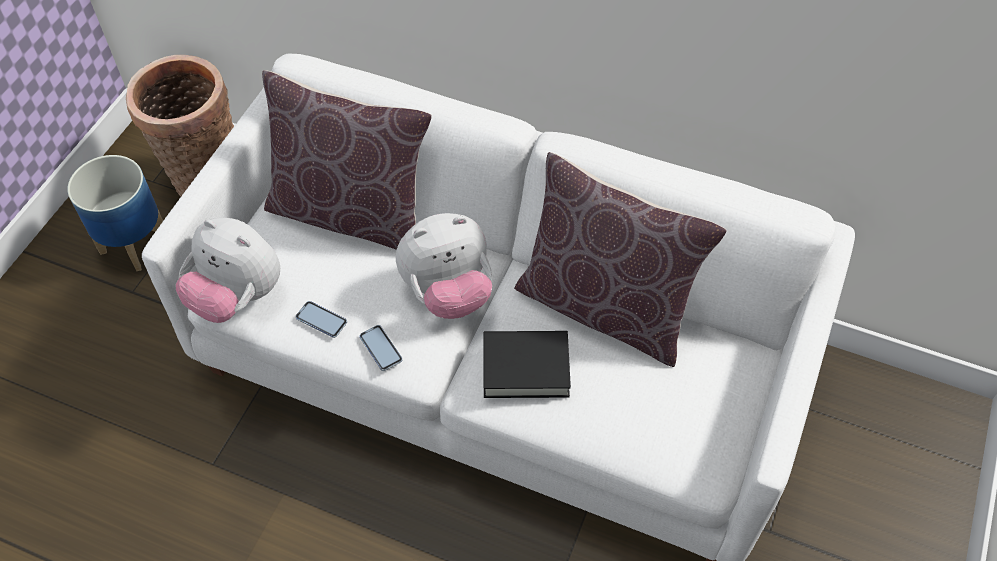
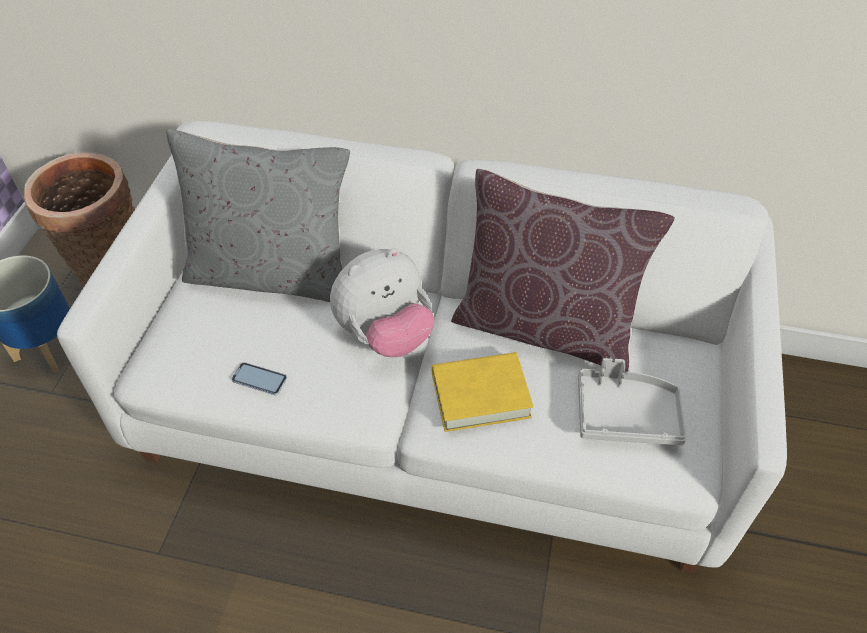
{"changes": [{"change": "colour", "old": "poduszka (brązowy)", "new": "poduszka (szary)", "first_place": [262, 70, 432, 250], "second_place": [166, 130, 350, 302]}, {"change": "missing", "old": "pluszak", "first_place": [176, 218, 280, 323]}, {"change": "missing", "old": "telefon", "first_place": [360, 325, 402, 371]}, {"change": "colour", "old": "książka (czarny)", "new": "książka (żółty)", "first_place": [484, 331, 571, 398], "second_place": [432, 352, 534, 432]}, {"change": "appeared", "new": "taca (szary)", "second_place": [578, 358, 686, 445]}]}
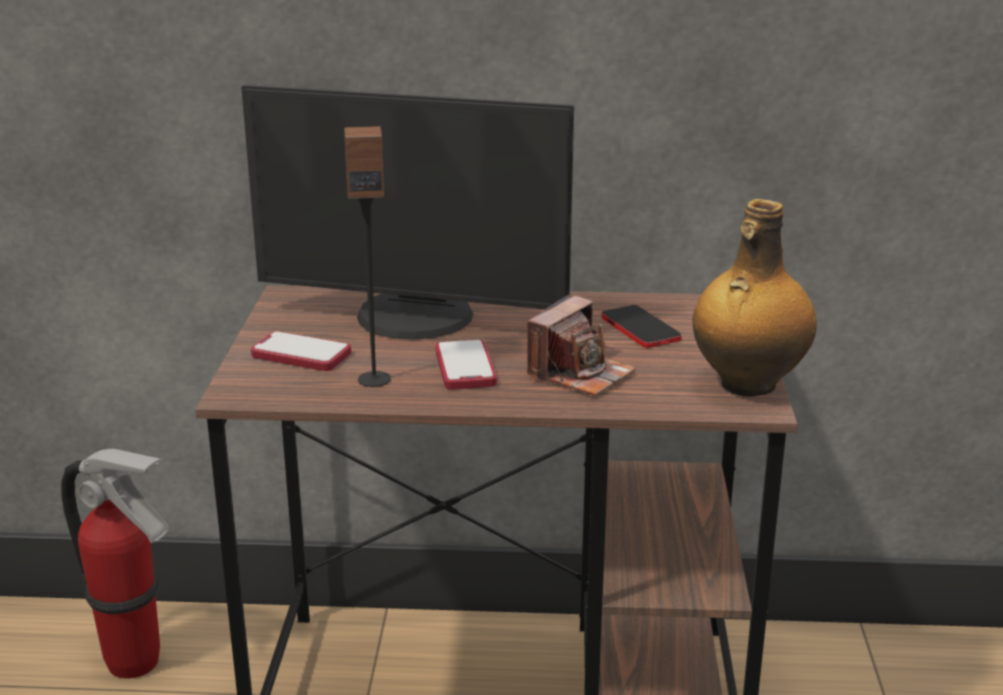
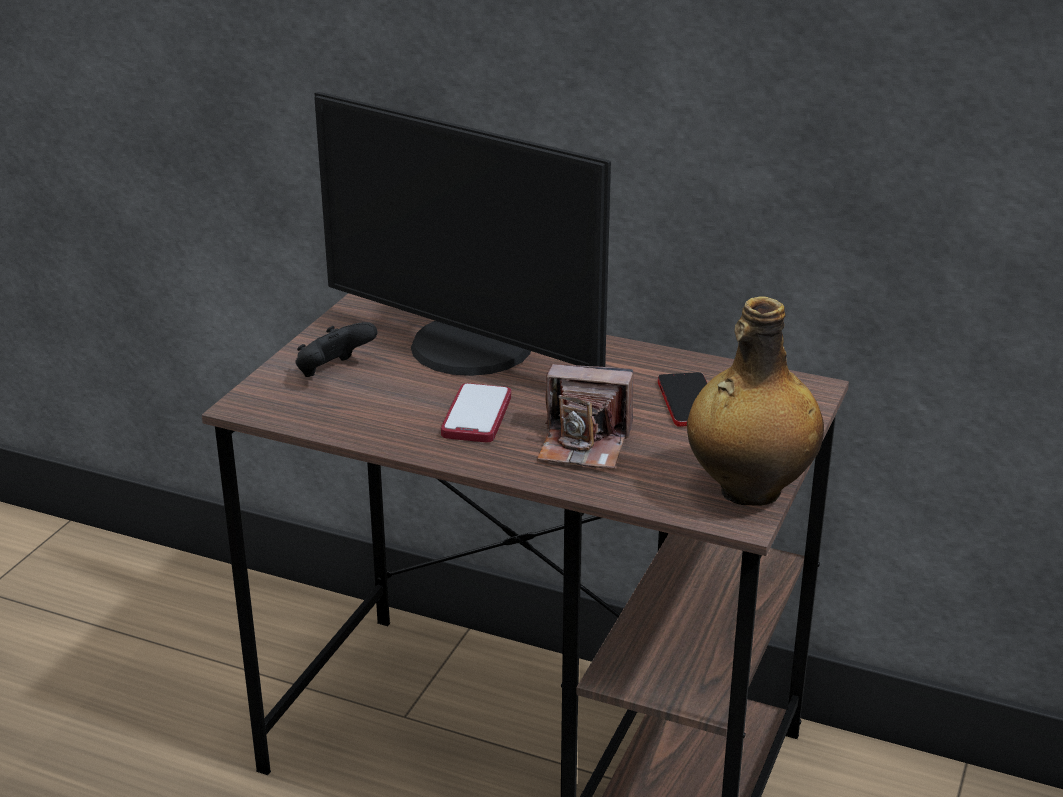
{"changes": [{"change": "missing", "old": "głośnik", "first_place": [344, 126, 391, 387]}, {"change": "spun", "old": "aparat fotograficzny", "first_place": [527, 295, 636, 396], "second_place": [537, 364, 633, 469], "degrees": 45}, {"change": "exchanged", "old": "telefon", "new": "pad do gier (czarny)", "first_place": [251, 331, 351, 371], "second_place": [295, 322, 378, 377]}, {"change": "missing", "old": "gaśnica", "first_place": [61, 449, 170, 678]}]}
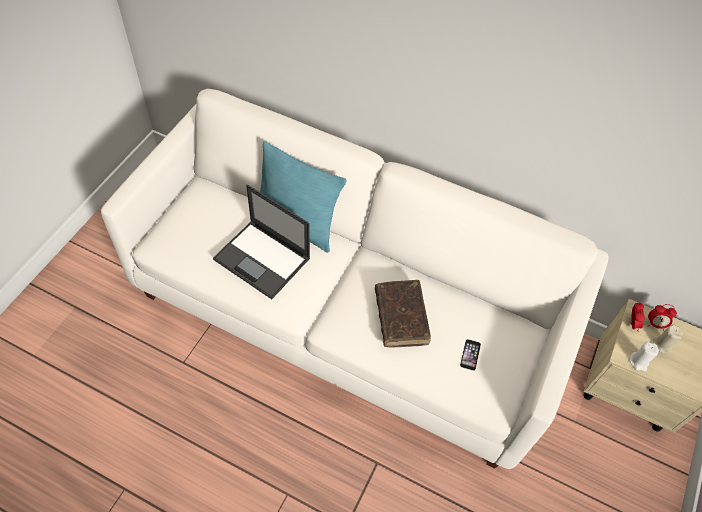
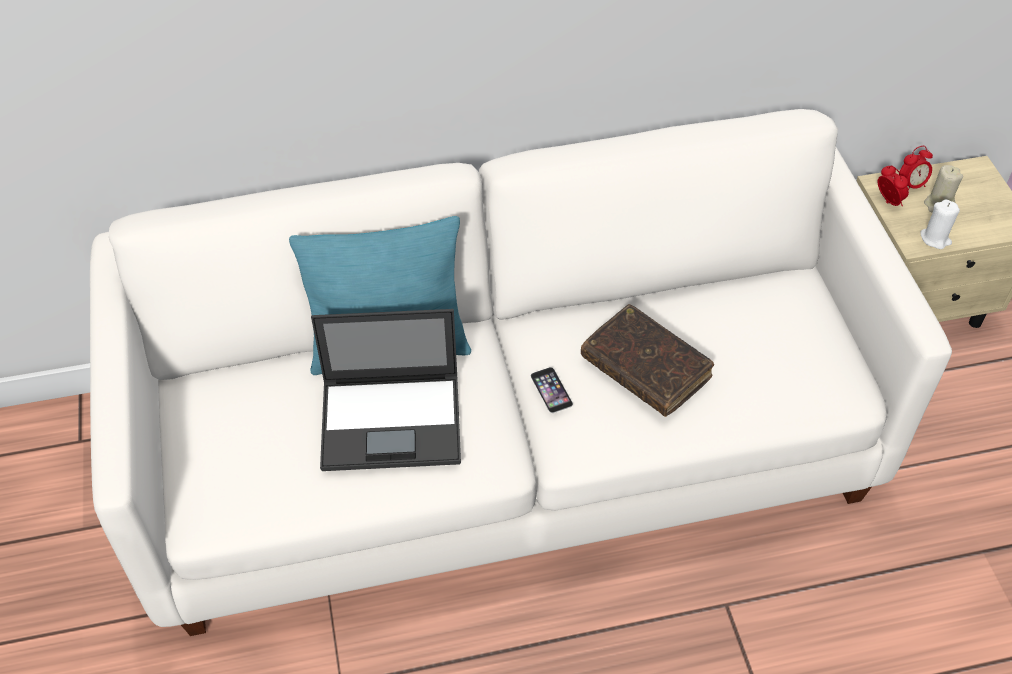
{"changes": [{"change": "relocated", "old": "telefon", "first_place": [460, 339, 481, 371], "second_place": [531, 367, 573, 413]}]}
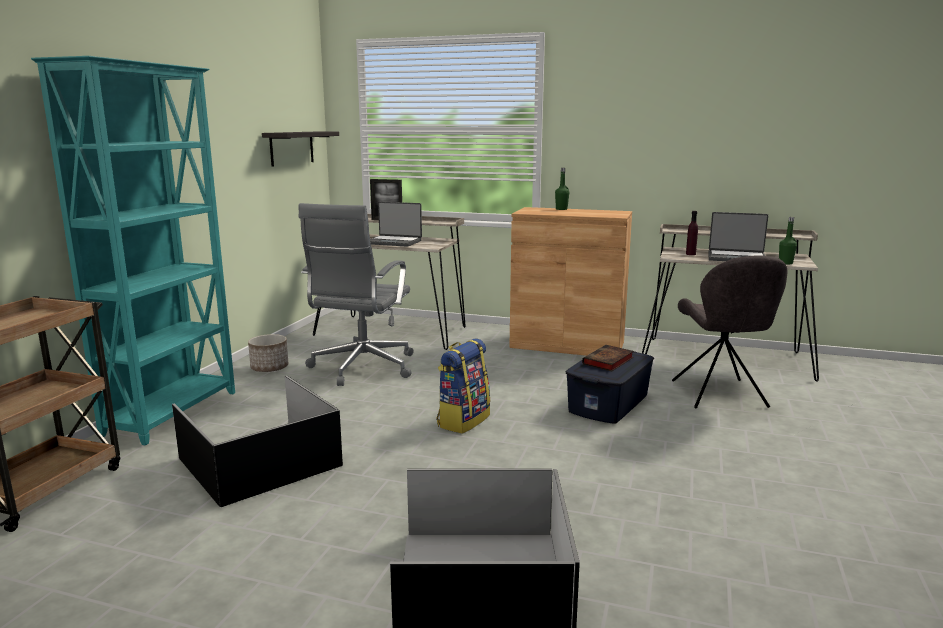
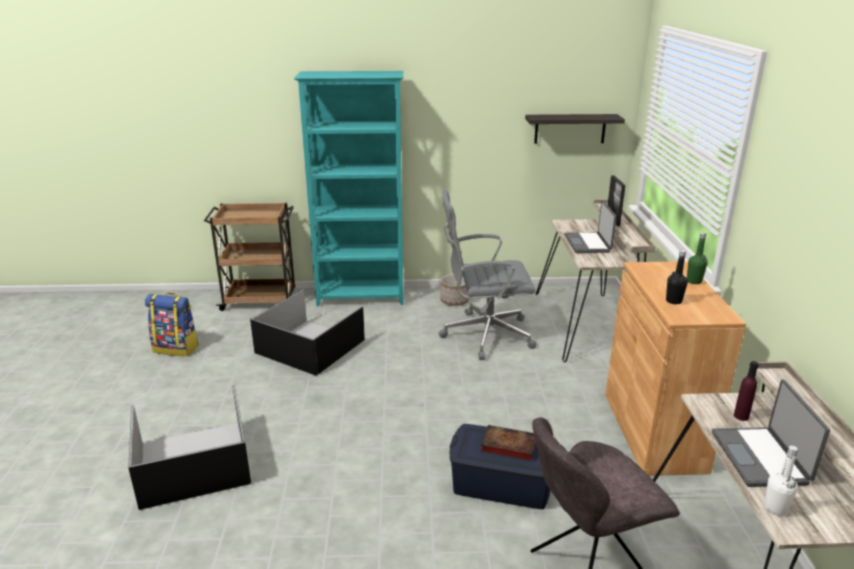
{"changes": [{"change": "colour", "old": "butelka (zielony)", "new": "butelka (biały)", "first_place": [779, 217, 797, 265], "second_place": [764, 445, 798, 516]}, {"change": "relocated", "old": "plecak", "first_place": [436, 338, 491, 434], "second_place": [145, 293, 199, 356]}, {"change": "appeared", "new": "butelka (czarny)", "second_place": [666, 250, 688, 304]}]}
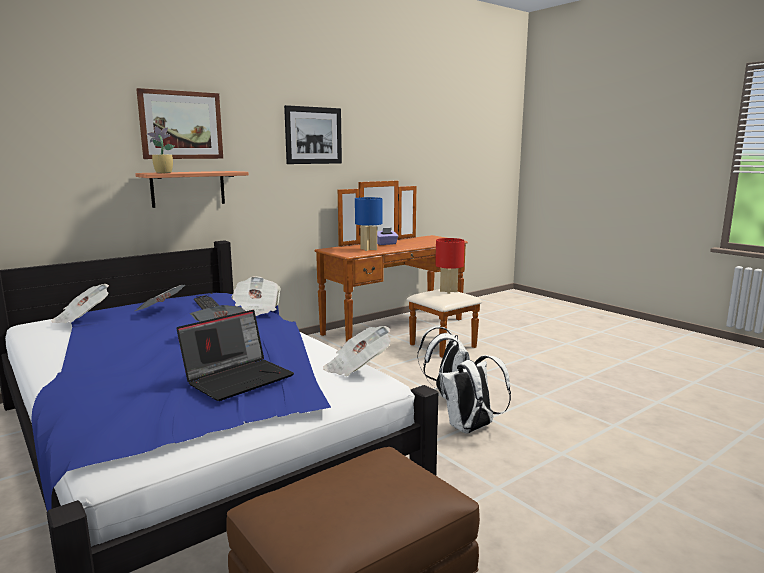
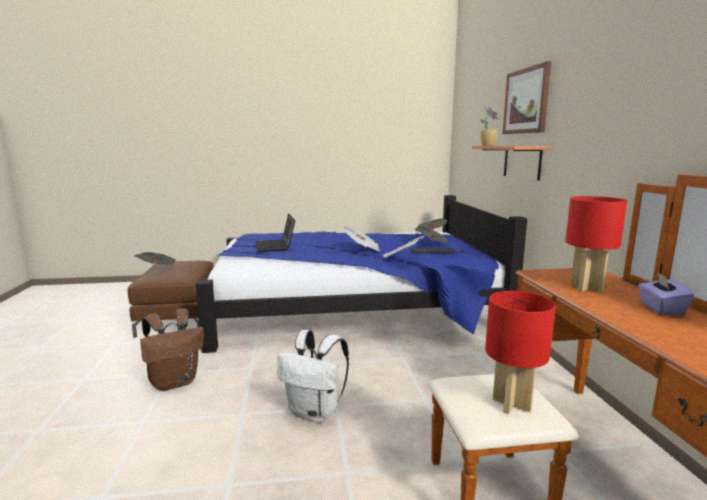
{"changes": [{"change": "missing", "old": "obraz", "first_place": [284, 105, 342, 164]}, {"change": "colour", "old": "lampa stołowa (niebieski)", "new": "lampa stołowa (czerwony)", "first_place": [355, 197, 382, 251], "second_place": [565, 196, 627, 292]}, {"change": "relocated", "old": "gazeta", "first_place": [323, 326, 391, 376], "second_place": [134, 252, 176, 265]}, {"change": "missing", "old": "plecak (biały)", "first_place": [440, 355, 511, 434]}, {"change": "appeared", "new": "plecak (brązowy)", "second_place": [140, 308, 204, 391]}]}
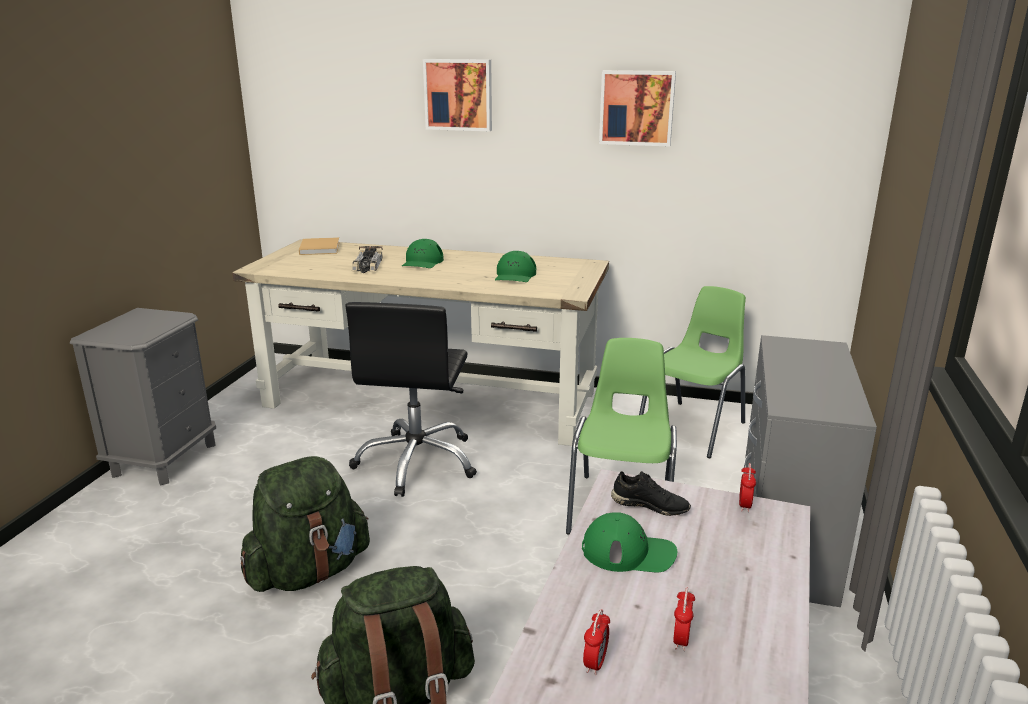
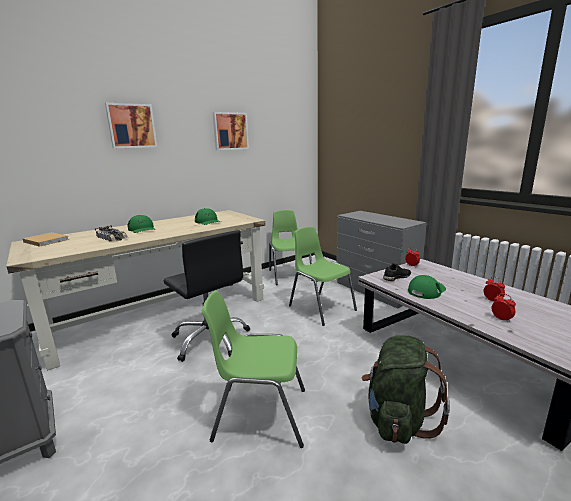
{"changes": [{"change": "exchanged", "old": "plecak (zielony)", "new": "krzesło (zielony)", "first_place": [241, 456, 370, 592], "second_place": [202, 290, 305, 448]}]}
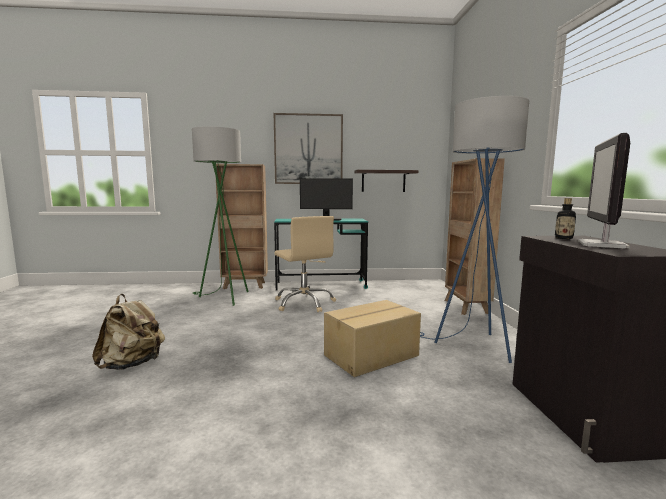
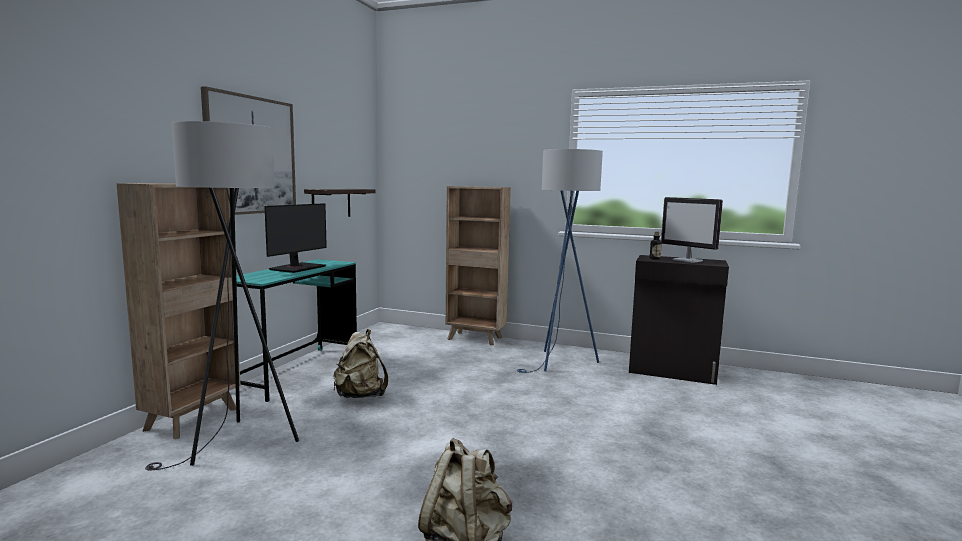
{"changes": [{"change": "colour", "old": "lampa stojąca (zielony)", "new": "lampa stojąca (szary)", "first_place": [192, 126, 249, 306], "second_place": [145, 121, 299, 470]}, {"change": "exchanged", "old": "krzesło biurowe (beżowy)", "new": "plecak (beżowy)", "first_place": [274, 216, 336, 312], "second_place": [333, 329, 388, 398]}, {"change": "missing", "old": "karton", "first_place": [324, 300, 421, 377]}]}
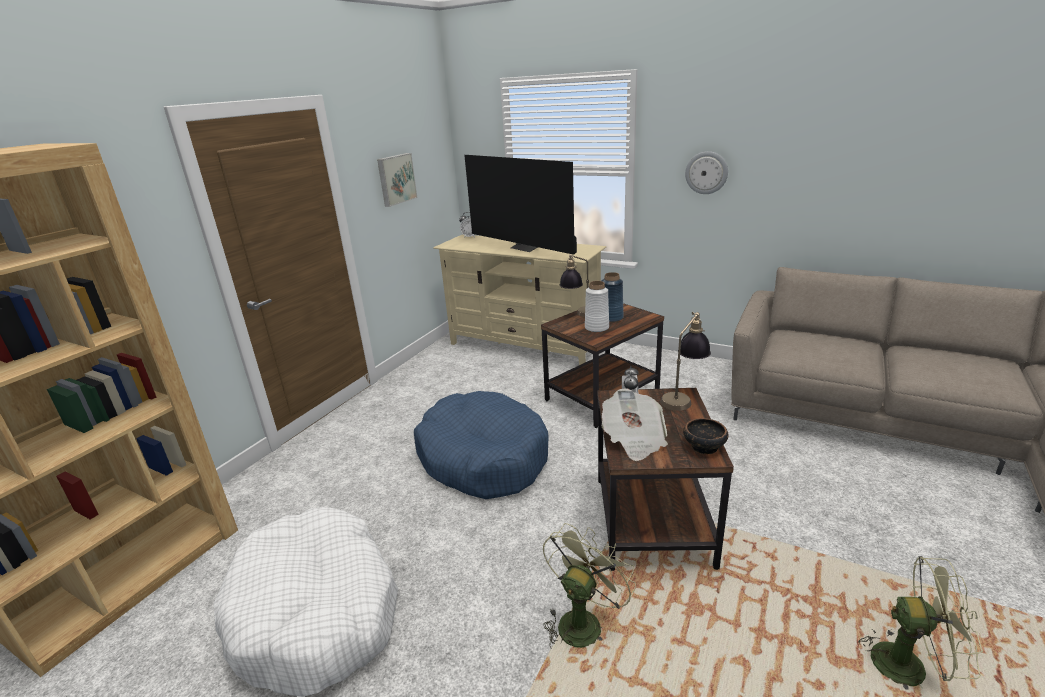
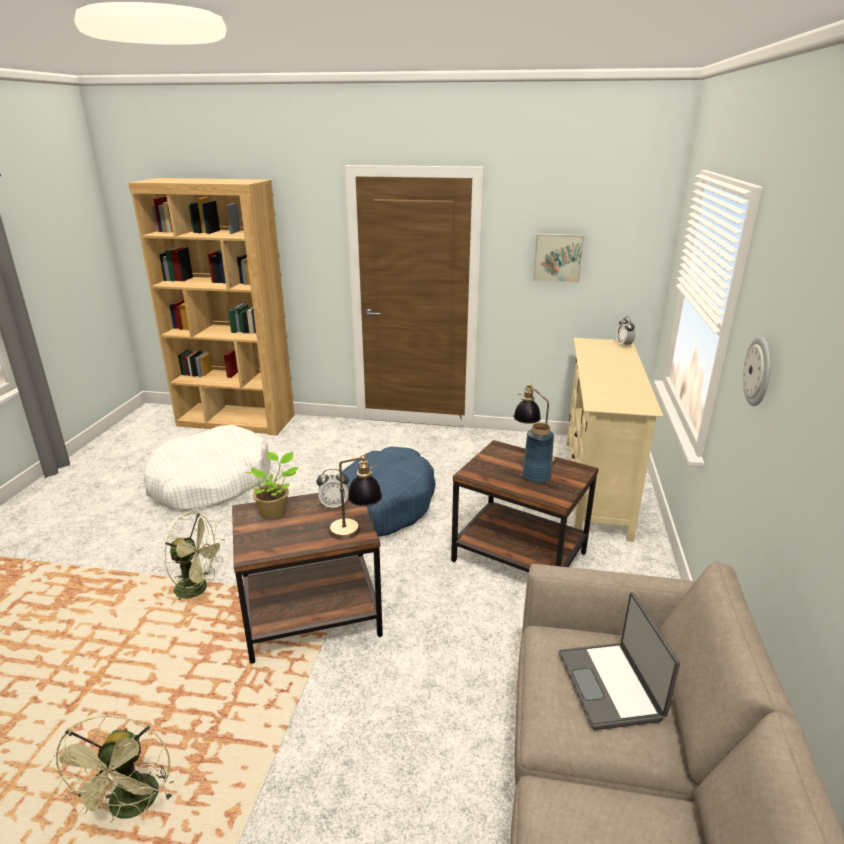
{"changes": [{"change": "missing", "old": "telewizor", "first_place": [464, 155, 577, 255]}, {"change": "missing", "old": "wazon (biały)", "first_place": [585, 281, 609, 332]}, {"change": "exchanged", "old": "gazeta", "new": "roślina doniczkowa", "first_place": [601, 388, 668, 461], "second_place": [245, 452, 298, 520]}, {"change": "missing", "old": "miska", "first_place": [683, 418, 728, 454]}, {"change": "appeared", "new": "laptop", "second_place": [559, 592, 680, 730]}]}
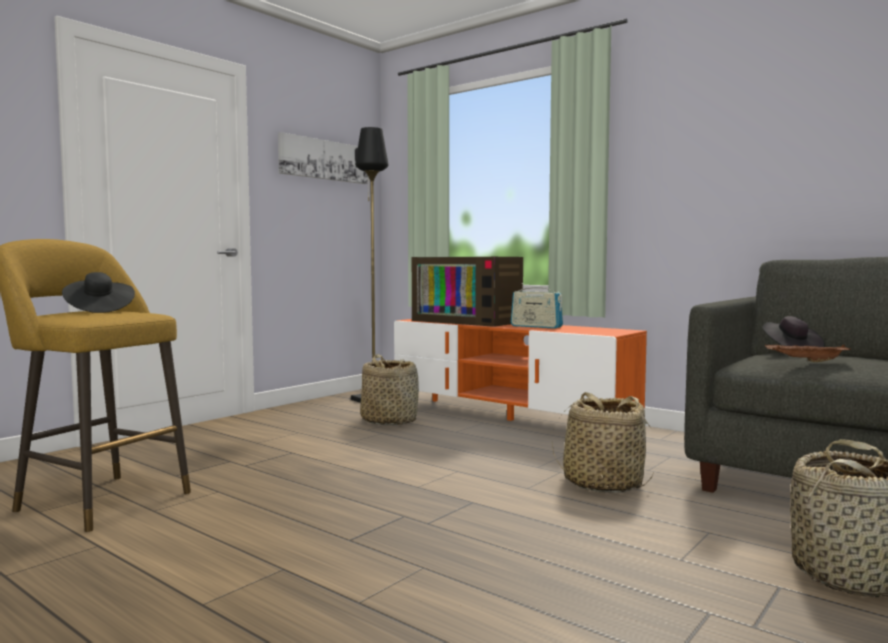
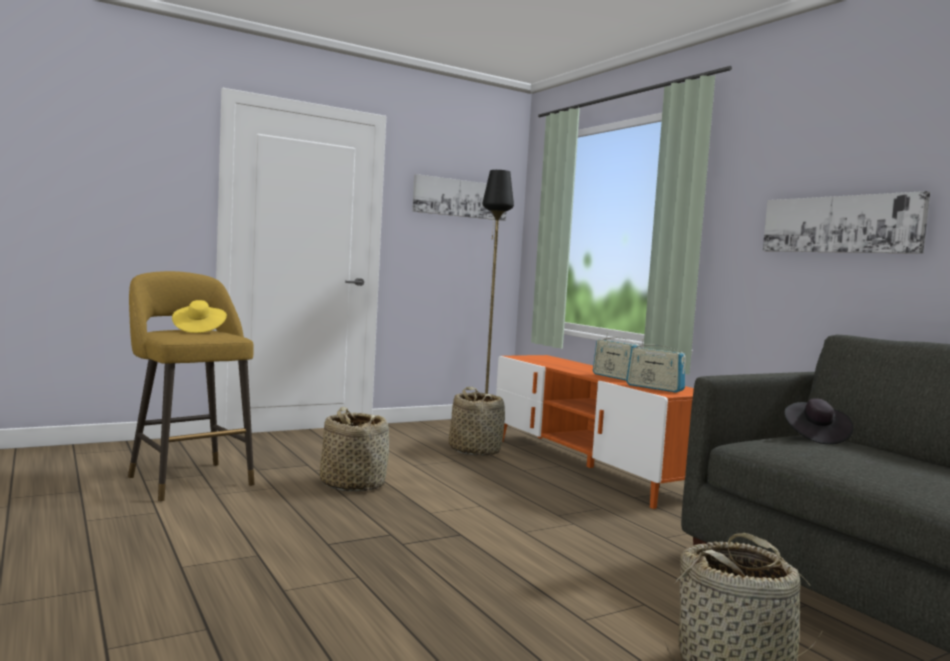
{"changes": [{"change": "missing", "old": "telewizor", "first_place": [412, 257, 523, 327]}, {"change": "colour", "old": "kapelusz (czarny)", "new": "kapelusz (żółty)", "first_place": [62, 272, 135, 313], "second_place": [172, 300, 227, 333]}, {"change": "missing", "old": "taca (brązowy)", "first_place": [765, 344, 851, 362]}, {"change": "relocated", "old": "koszyk", "first_place": [552, 392, 653, 493], "second_place": [320, 407, 389, 491]}, {"change": "appeared", "new": "obraz", "second_place": [763, 191, 930, 254]}, {"change": "appeared", "new": "radio", "second_place": [626, 339, 686, 393]}]}
